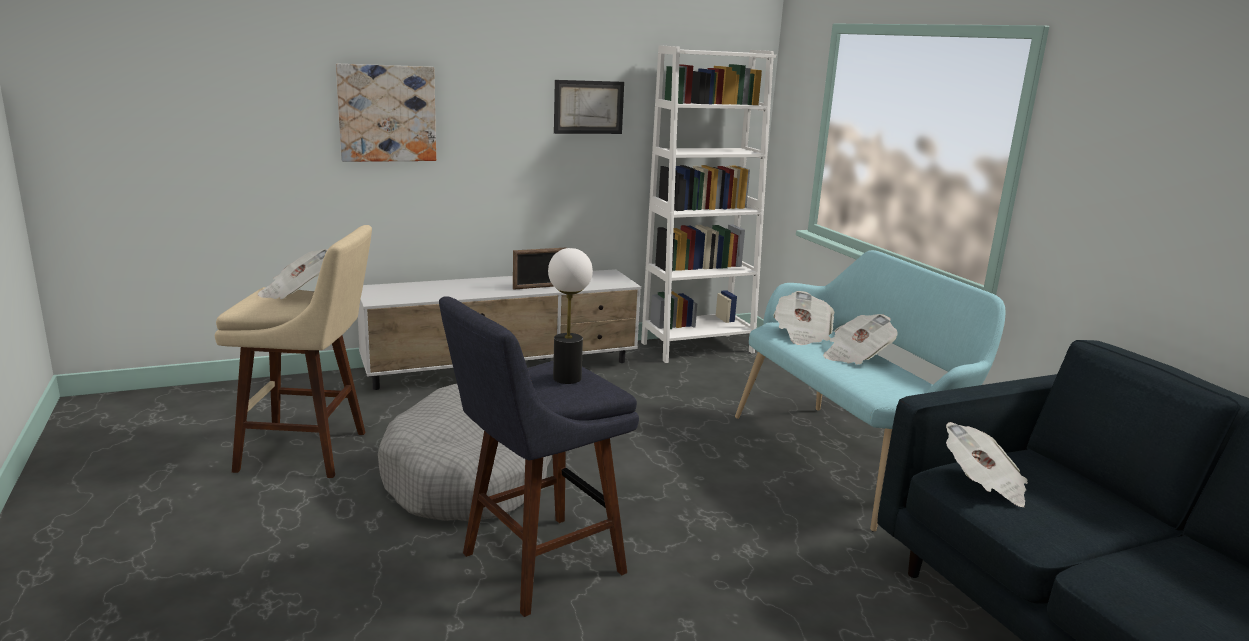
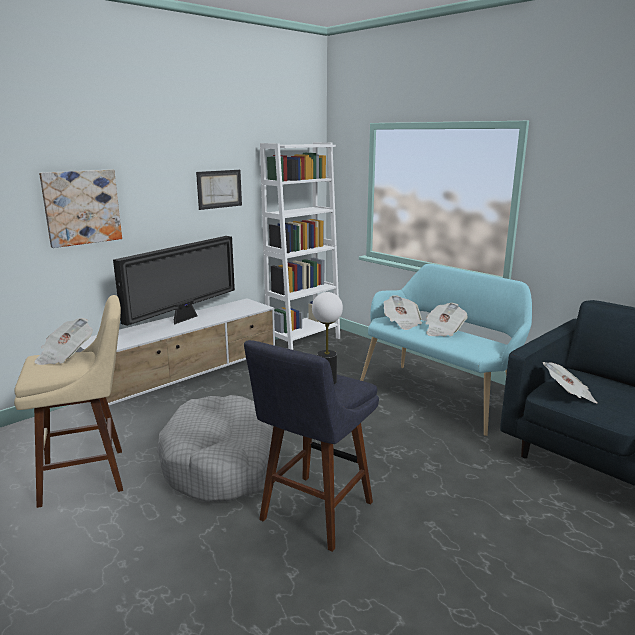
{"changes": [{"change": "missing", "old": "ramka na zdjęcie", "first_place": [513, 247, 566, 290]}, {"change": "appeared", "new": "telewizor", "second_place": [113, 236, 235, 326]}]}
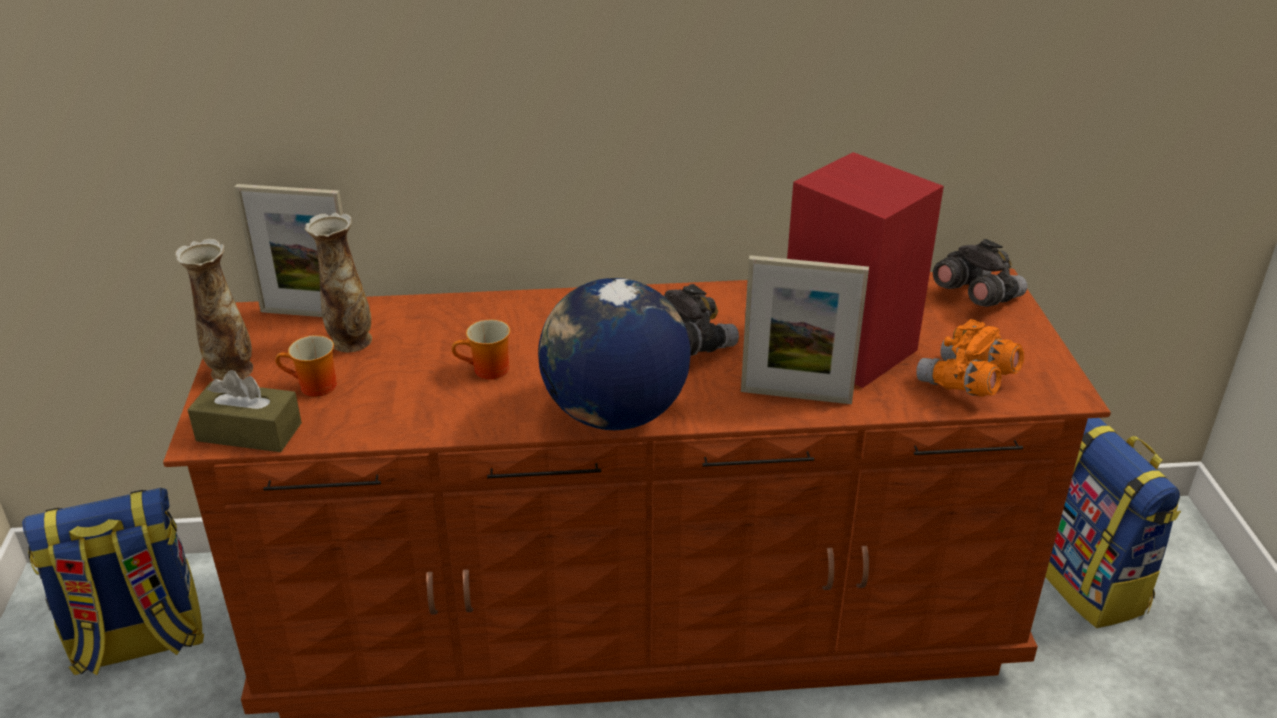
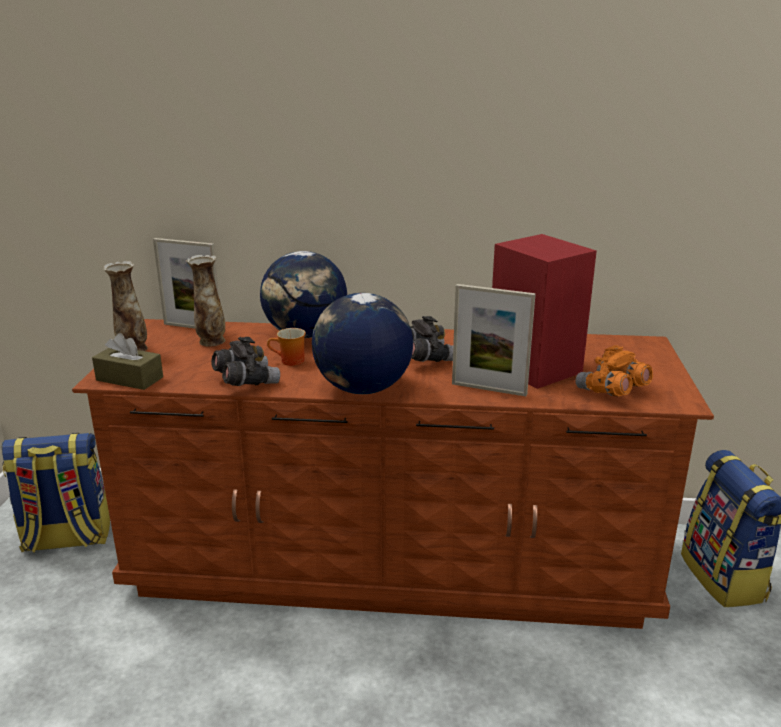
{"changes": [{"change": "relocated", "old": "lornetka (szary)", "first_place": [933, 239, 1027, 307], "second_place": [211, 337, 280, 386]}, {"change": "missing", "old": "kubek", "first_place": [275, 335, 337, 397]}, {"change": "appeared", "new": "globus", "second_place": [260, 251, 347, 338]}]}
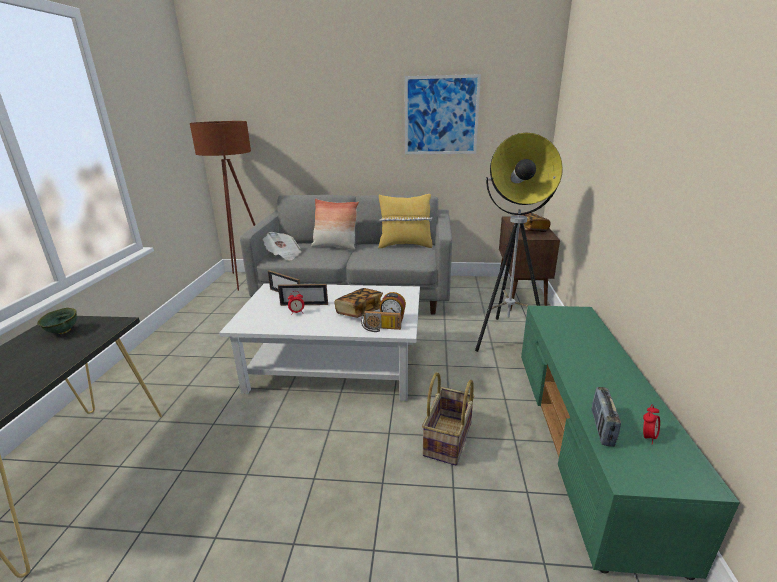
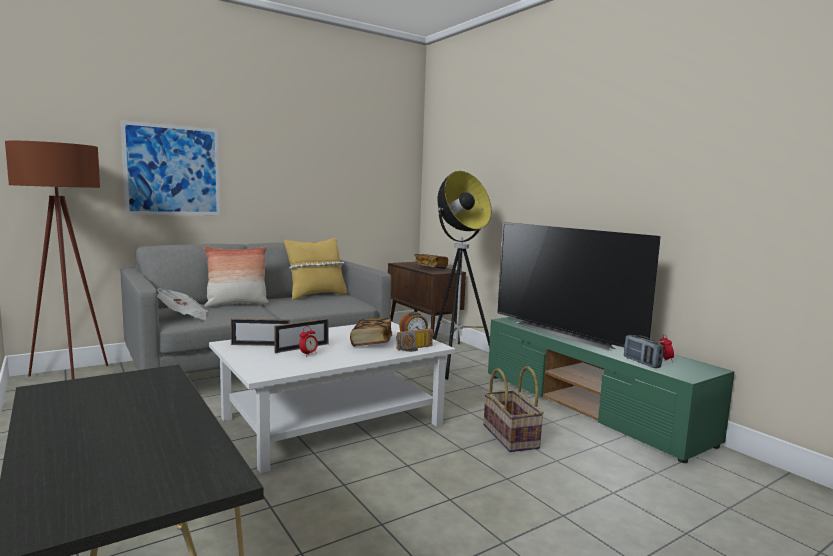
{"changes": [{"change": "relocated", "old": "obraz", "first_place": [405, 74, 481, 154], "second_place": [121, 120, 220, 215]}, {"change": "missing", "old": "miska (zielony)", "first_place": [37, 308, 77, 334]}, {"change": "appeared", "new": "telewizor", "second_place": [497, 222, 661, 351]}]}
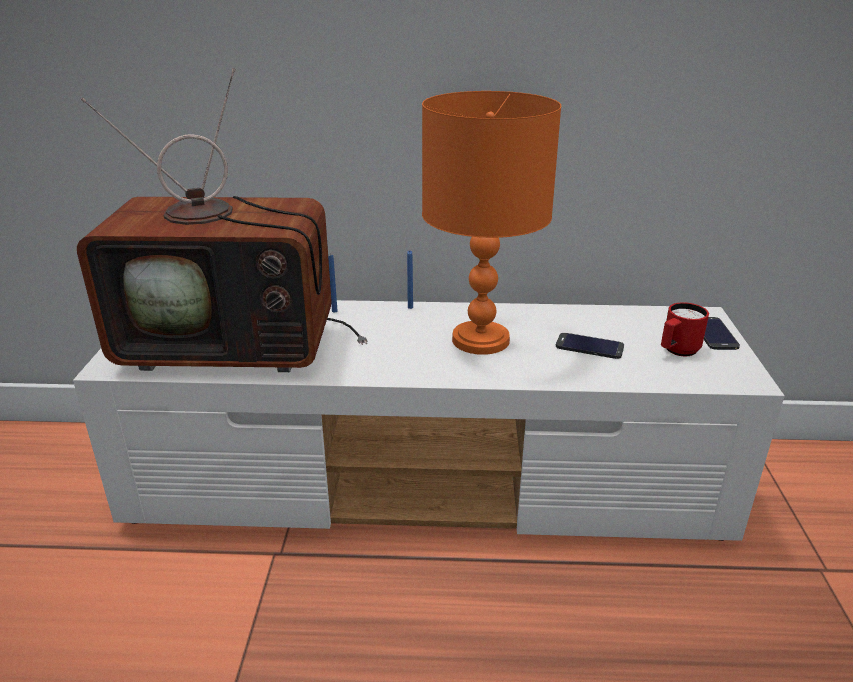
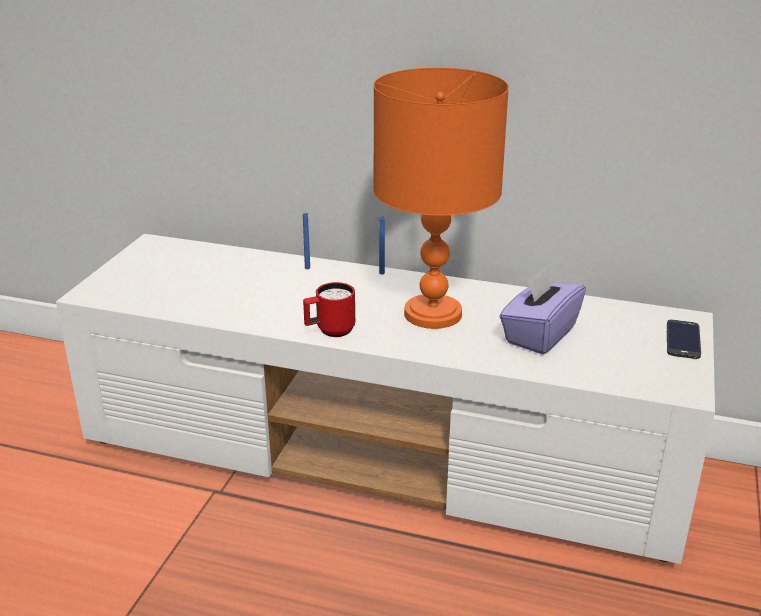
{"changes": [{"change": "missing", "old": "telewizor", "first_place": [77, 68, 367, 372]}, {"change": "relocated", "old": "kubek (czerwony)", "first_place": [661, 302, 709, 356], "second_place": [303, 282, 355, 337]}, {"change": "exchanged", "old": "telefon", "new": "pudełko chusteczek (fioletowy)", "first_place": [555, 333, 624, 359], "second_place": [499, 267, 586, 354]}]}
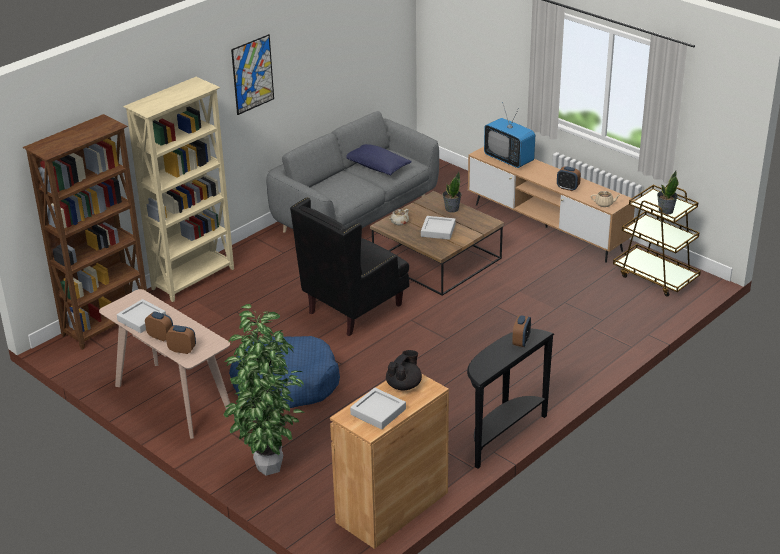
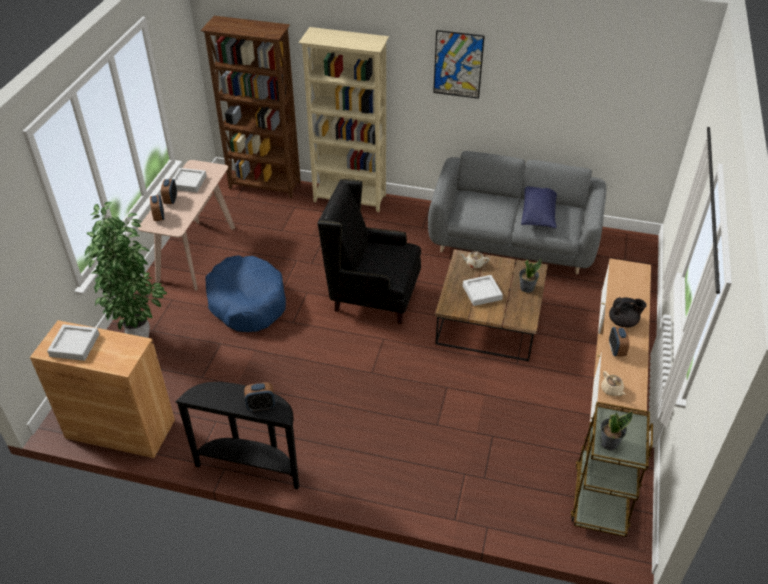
{"changes": [{"change": "missing", "old": "telewizor", "first_place": [484, 104, 535, 168]}, {"change": "relocated", "old": "imbryk (czarny)", "first_place": [386, 350, 422, 391], "second_place": [609, 297, 647, 328]}]}
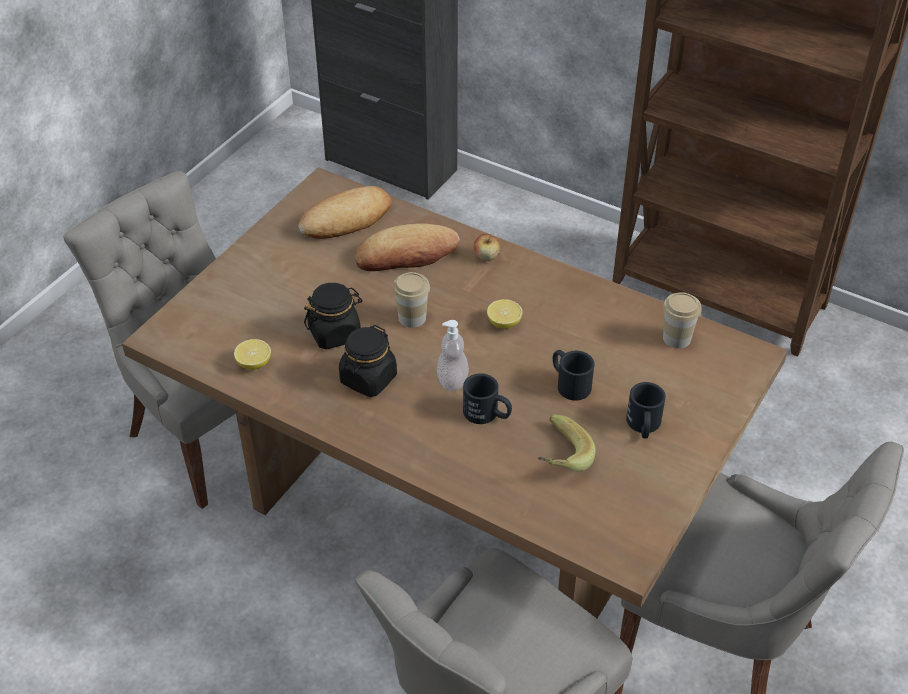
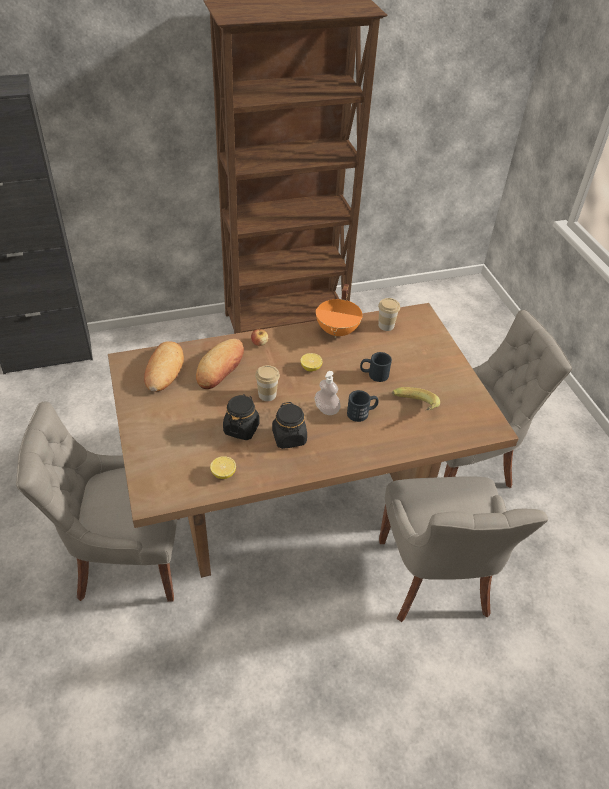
{"changes": [{"change": "missing", "old": "kubek (czarny)", "first_place": [626, 382, 666, 439]}, {"change": "appeared", "new": "garnek (pomarańczowy)", "second_place": [316, 284, 362, 338]}]}
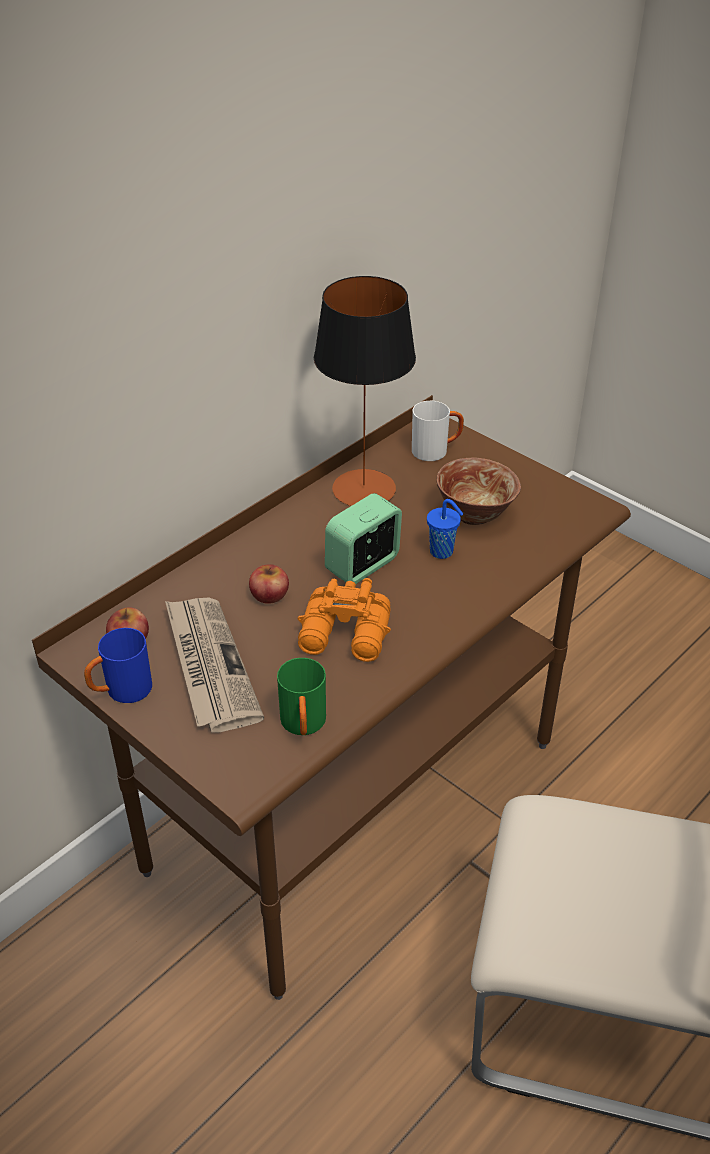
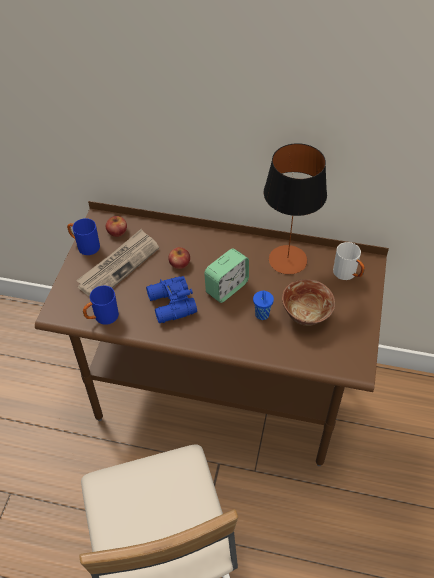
{"changes": [{"change": "spun", "old": "budzik", "first_place": [325, 493, 402, 584], "second_place": [204, 248, 249, 303], "degrees": 120}, {"change": "colour", "old": "lornetka (pomarańczowy)", "new": "lornetka (niebieski)", "first_place": [298, 578, 391, 662], "second_place": [146, 276, 197, 323]}, {"change": "colour", "old": "kubek (zielony)", "new": "kubek (niebieski)", "first_place": [277, 658, 326, 735], "second_place": [83, 286, 119, 325]}]}
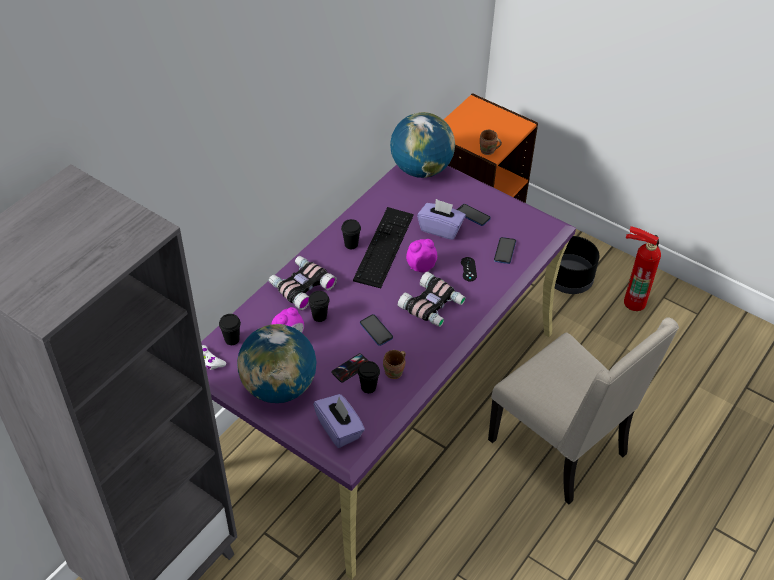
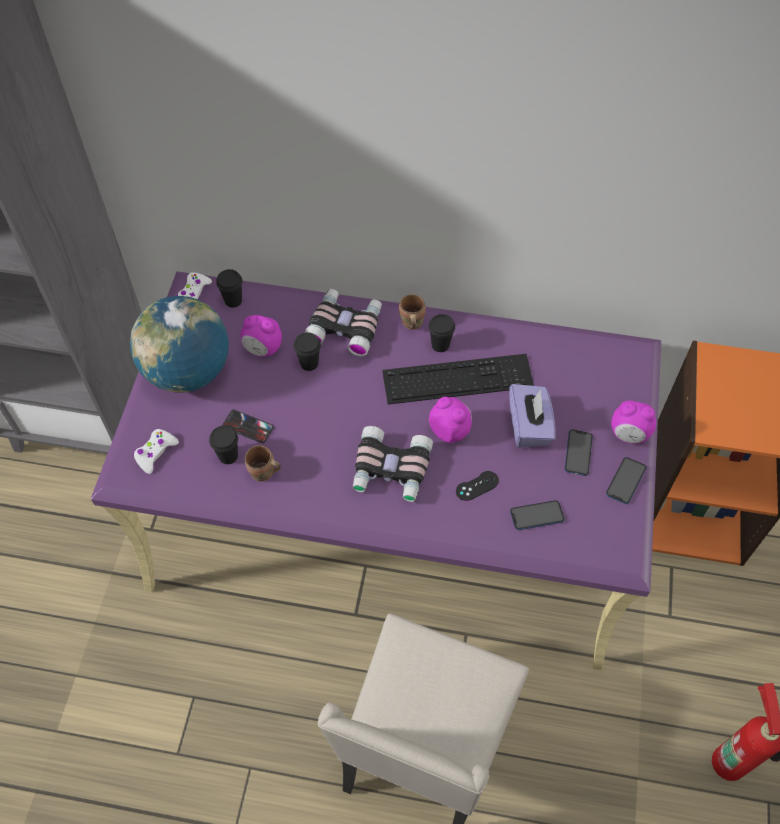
{"changes": [{"change": "missing", "old": "globus", "first_place": [390, 112, 455, 178]}, {"change": "relocated", "old": "kubek (brązowy)", "first_place": [480, 130, 502, 155], "second_place": [399, 294, 426, 330]}, {"change": "missing", "old": "donica (czarny)", "first_place": [555, 236, 599, 294]}, {"change": "relocated", "old": "telefon", "first_place": [360, 314, 393, 346], "second_place": [606, 457, 647, 504]}, {"change": "exchanged", "old": "pudełko chusteczek (fioletowy)", "new": "pad do gier (biały)", "first_place": [313, 394, 365, 448], "second_place": [133, 429, 179, 474]}, {"change": "appeared", "new": "budzik", "second_place": [611, 400, 656, 444]}]}
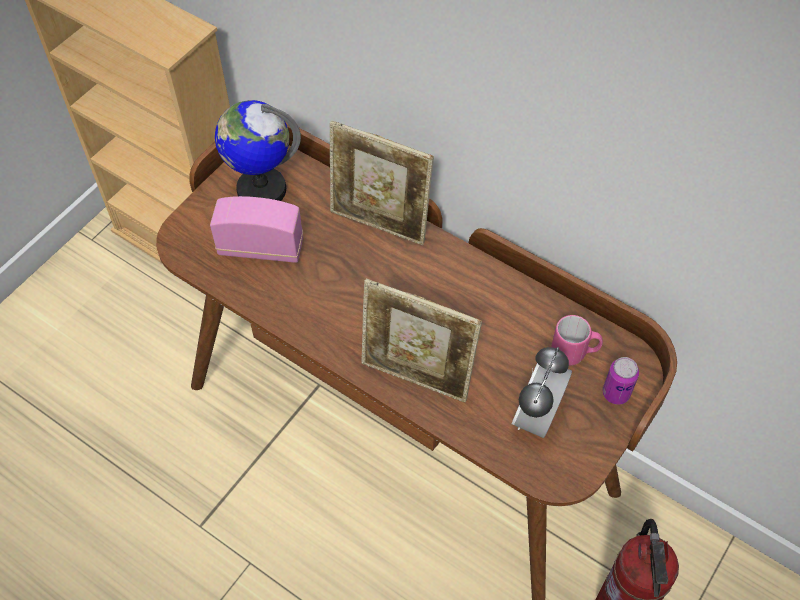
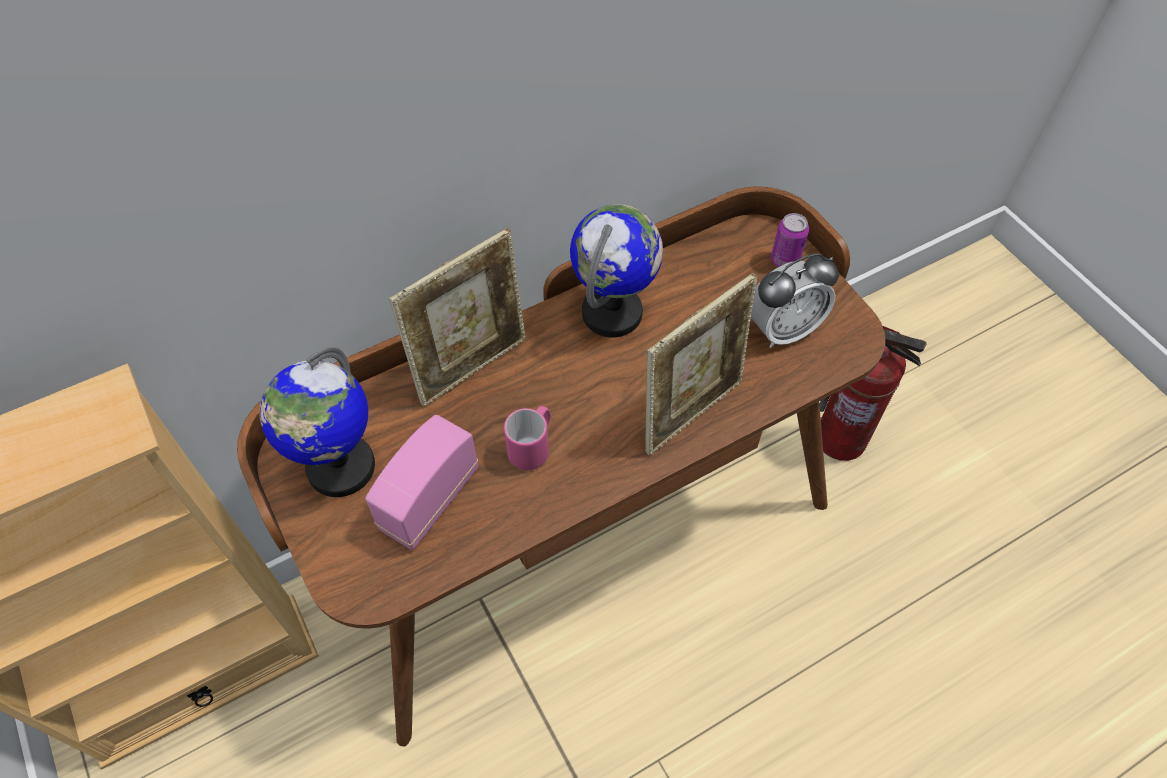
{"changes": [{"change": "relocated", "old": "kubek (różowy)", "first_place": [551, 315, 603, 366], "second_place": [504, 406, 551, 470]}, {"change": "spun", "old": "budzik", "first_place": [512, 347, 572, 438], "second_place": [751, 253, 839, 348], "degrees": -75}, {"change": "appeared", "new": "globus", "second_place": [570, 204, 663, 337]}]}
